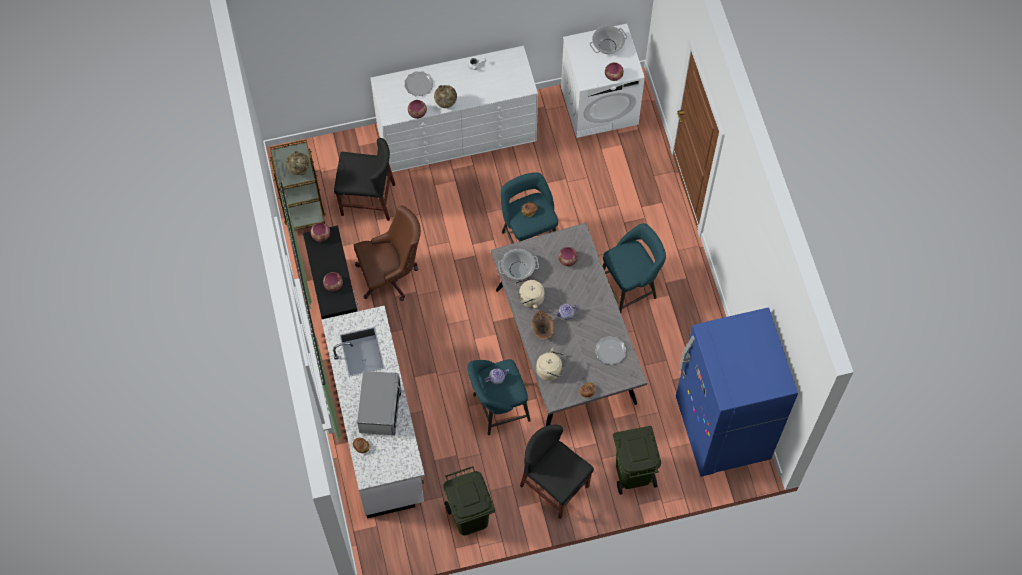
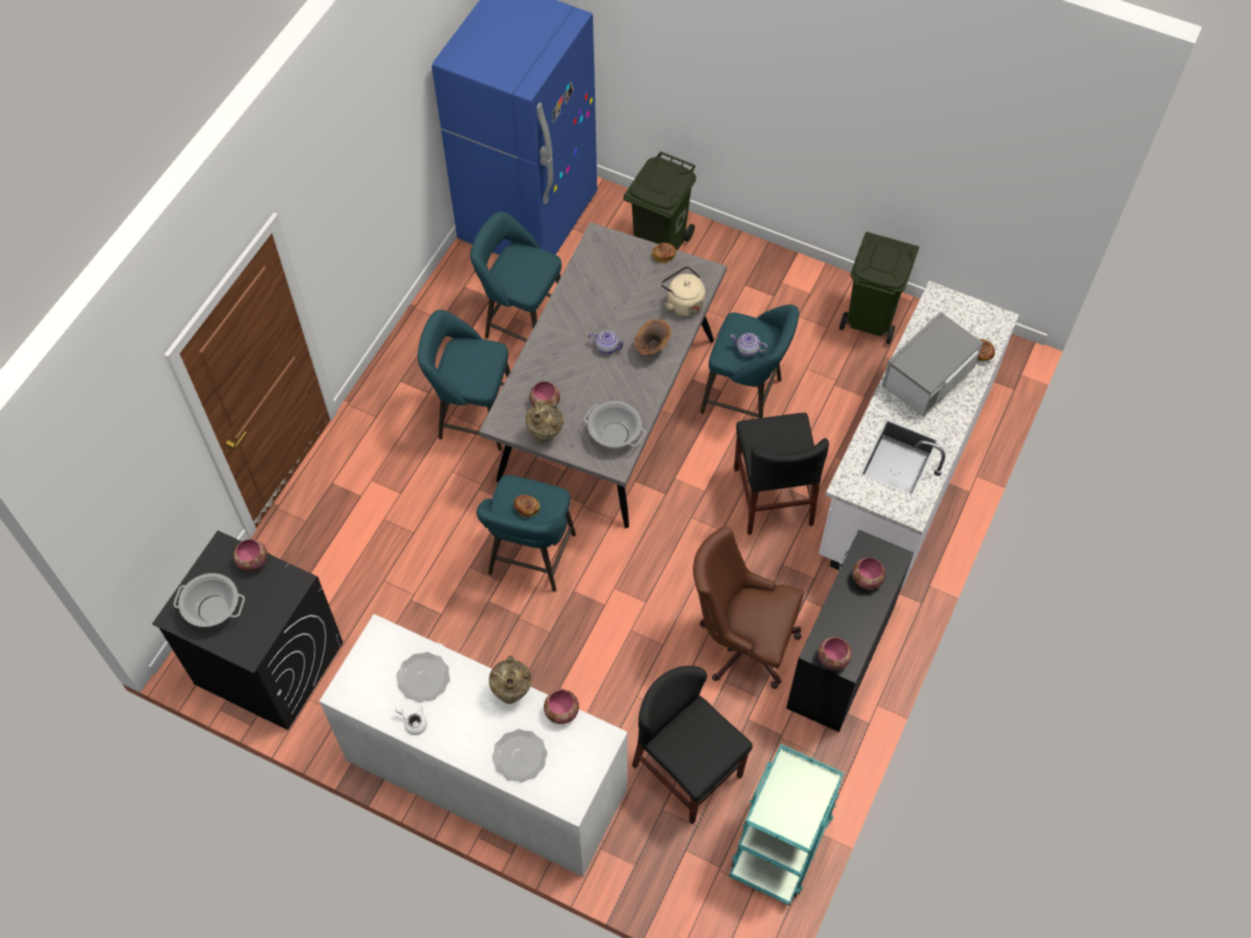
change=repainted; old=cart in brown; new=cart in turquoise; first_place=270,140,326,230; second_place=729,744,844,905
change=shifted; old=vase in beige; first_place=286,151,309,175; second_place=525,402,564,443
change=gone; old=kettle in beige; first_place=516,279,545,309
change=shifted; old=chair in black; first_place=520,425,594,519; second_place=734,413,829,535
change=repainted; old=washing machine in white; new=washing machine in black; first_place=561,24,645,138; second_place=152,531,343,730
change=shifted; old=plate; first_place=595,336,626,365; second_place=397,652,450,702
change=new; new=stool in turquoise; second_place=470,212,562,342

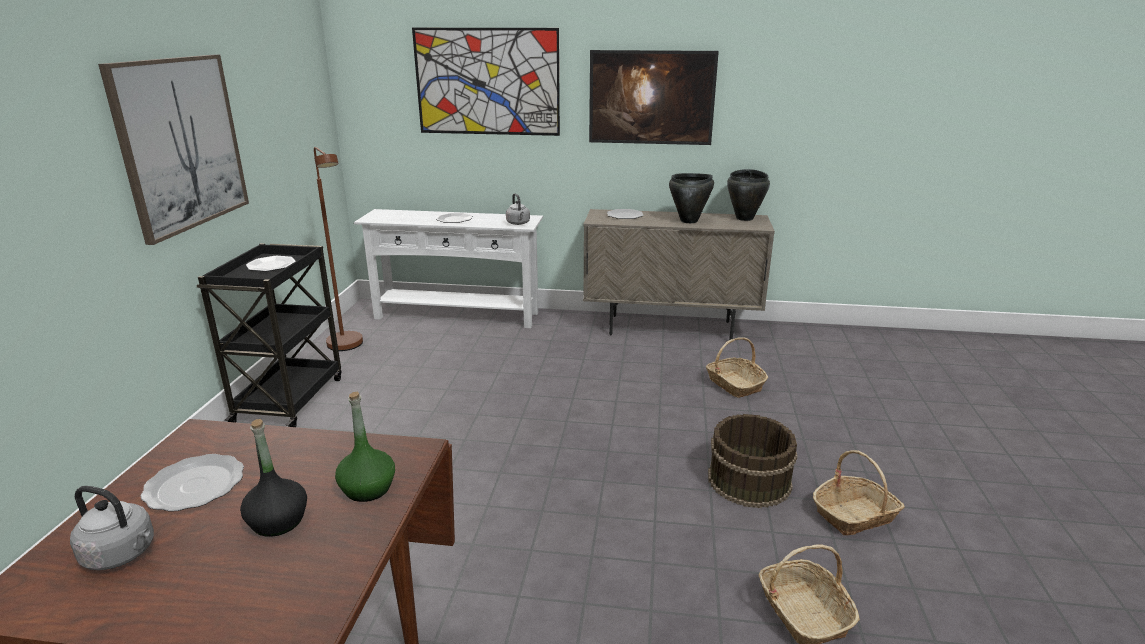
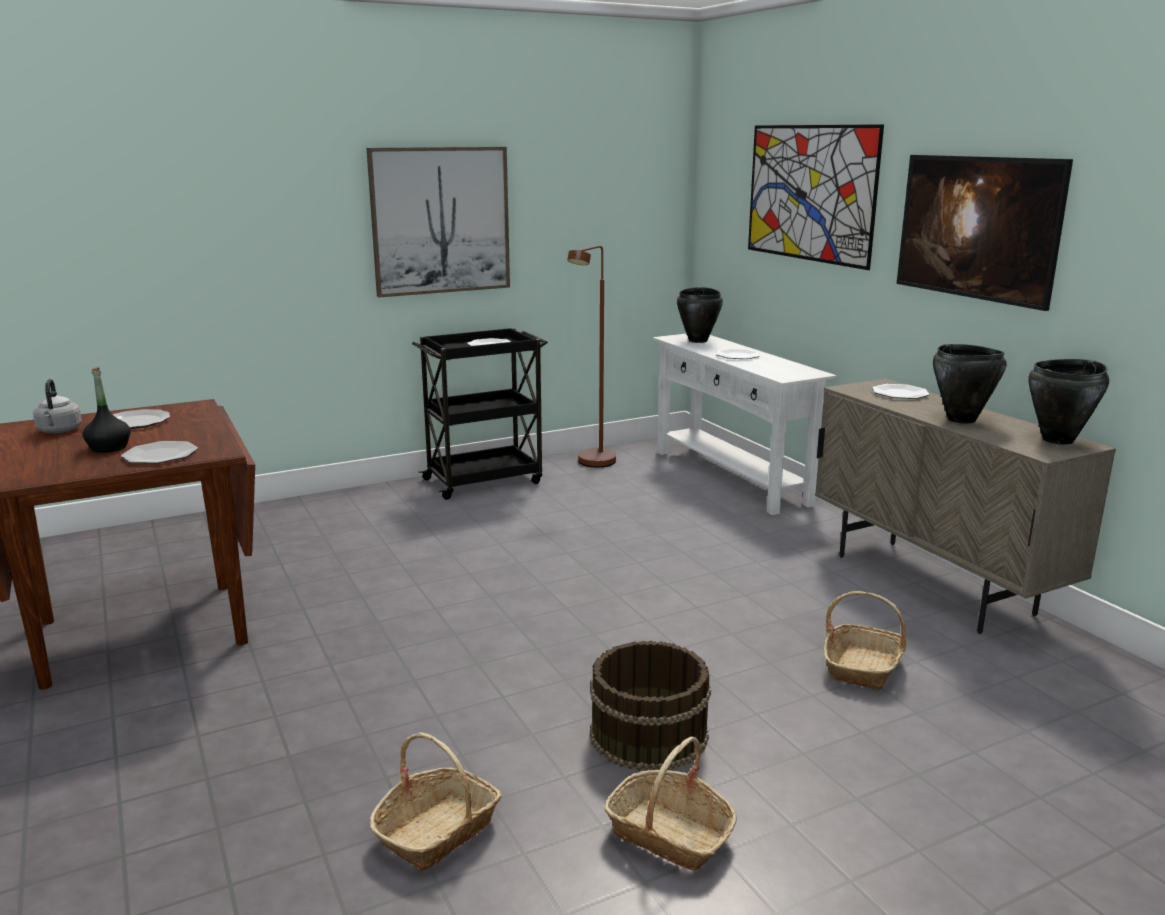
change=swapped; old=bottle in green; new=plate; first_place=335,392,395,502; second_place=121,441,198,464
change=gone; old=kettle in grey; first_place=506,193,530,225
change=new; new=cooking pot in black; second_place=677,287,723,343

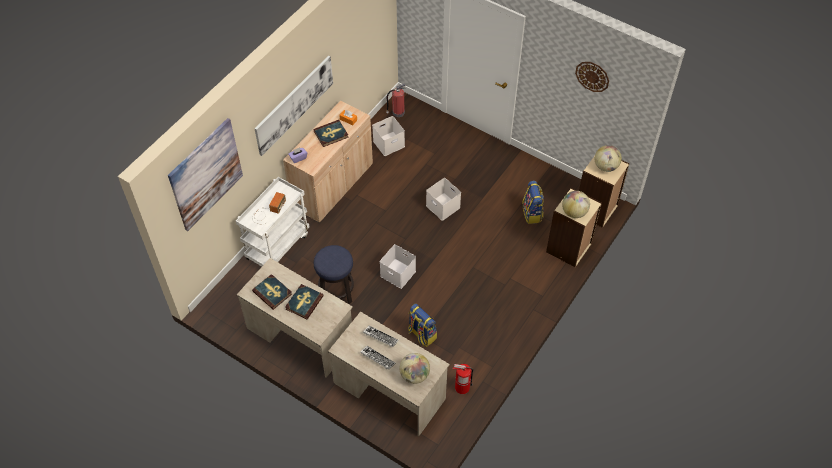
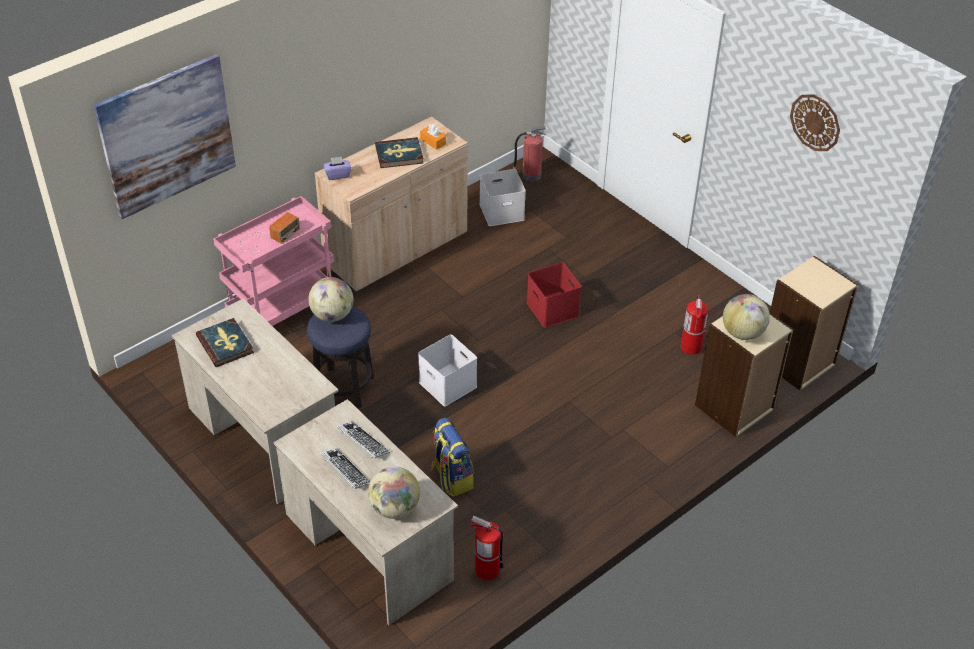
change=repainted; old=cart in white; new=cart in pink; first_place=236,177,309,266; second_place=213,196,334,326
change=gone; old=picture; first_place=254,56,333,156
change=gone; old=book; first_place=285,284,324,319
change=repainted; old=storage box in white; new=storage box in red; first_place=426,178,461,221; second_place=527,262,582,328
change=swapped; old=backpack; new=fire extinguisher; first_place=522,181,544,224; second_place=681,294,709,355
change=shifted; old=globe; first_place=595,145,622,172; second_place=308,277,353,322

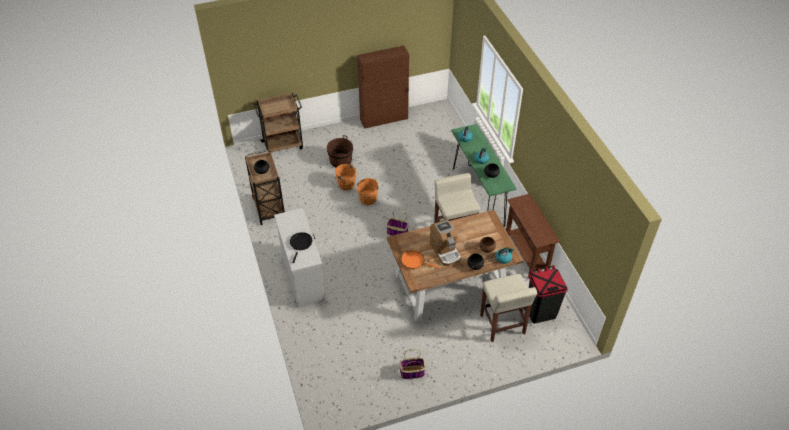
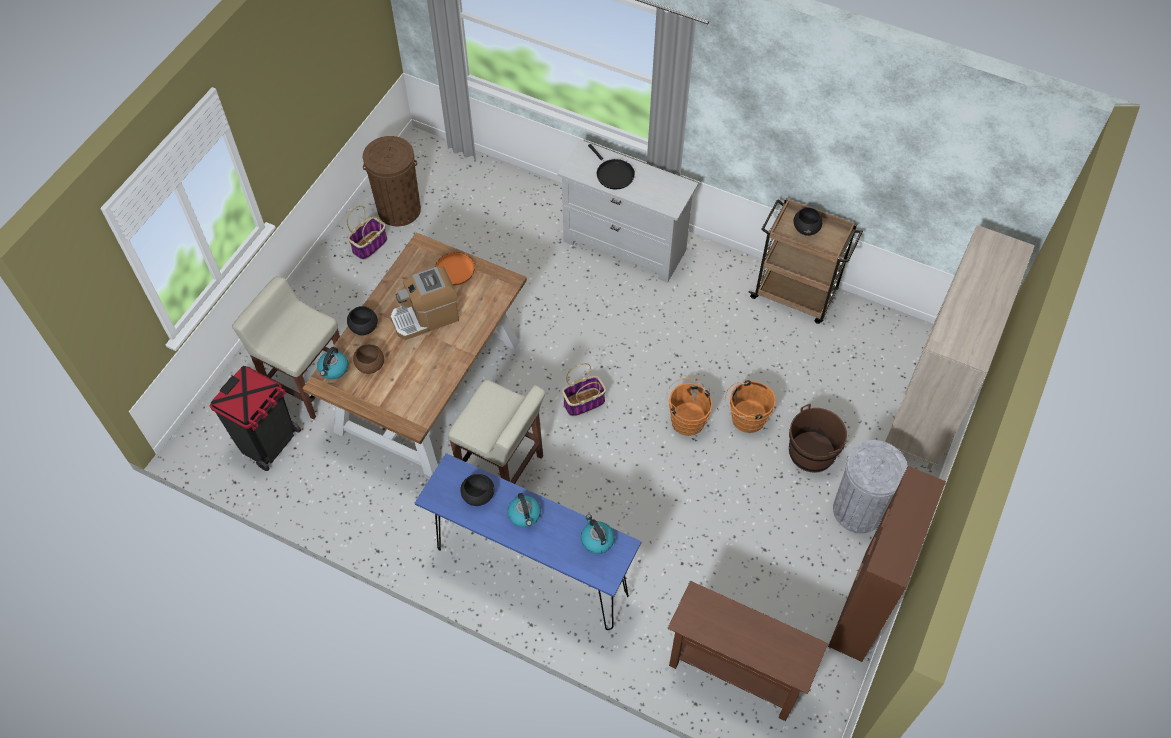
change=swapped; old=cart in brown; new=cabinet in beige; first_place=254,93,303,152; second_place=885,225,1035,470
change=rotated; old=coffee machine; first_place=430,219,461,266; second_place=390,266,459,340; degrees=-45
change=repainted; old=console table in green; new=console table in blue; first_place=451,124,517,227; second_place=415,453,641,630
change=shifted; old=console table in brown; first_place=506,194,560,278; second_place=668,581,828,721
change=new; new=trash can in brown; second_place=363,136,421,226
change=new; new=trash can in grey; second_place=833,440,908,533

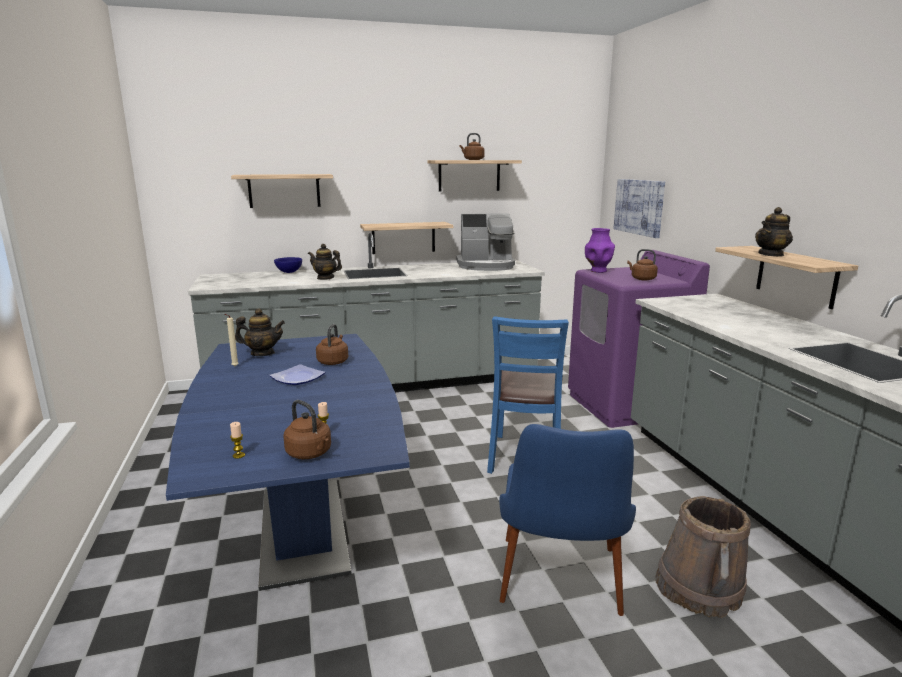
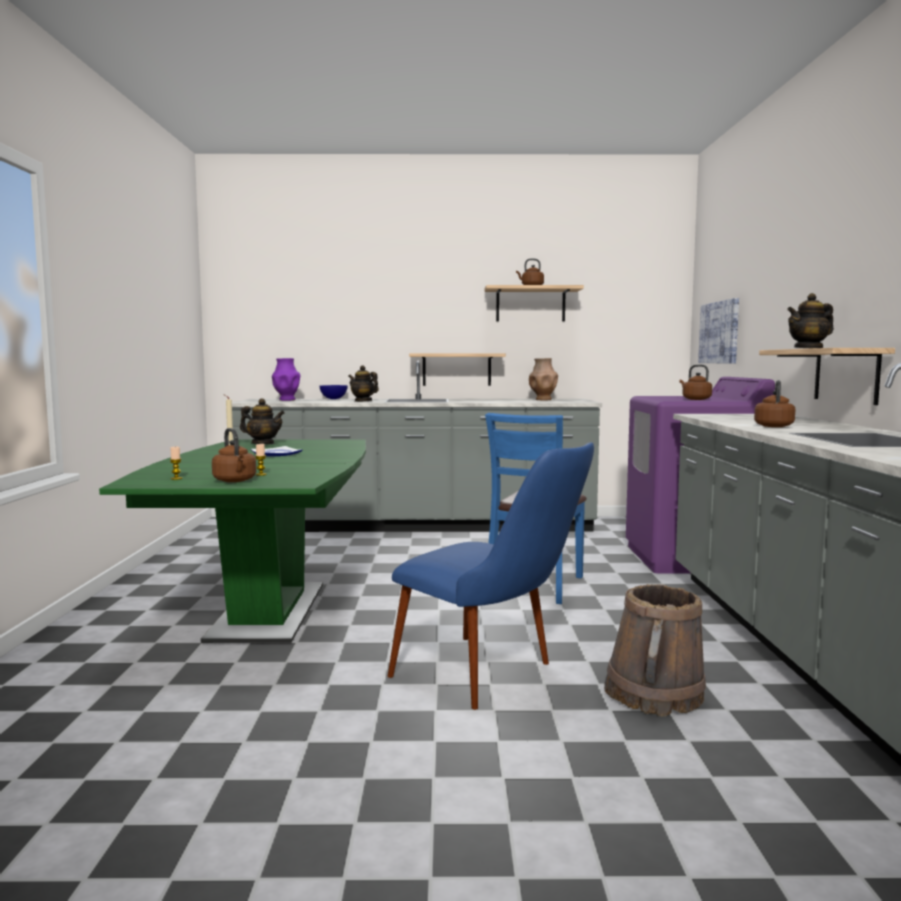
change=repainted; old=dining table in blue; new=dining table in green; first_place=166,334,410,591; second_place=99,440,366,643
change=gone; old=shelf; first_place=231,174,333,208
change=shifted; old=kettle in brown; first_place=316,324,348,365; second_place=754,380,795,427
change=swapped; old=coffee machine; new=vase in brown; first_place=456,214,515,271; second_place=529,358,558,400
change=rotated; old=chair in blue; first_place=499,424,636,616; second_place=388,442,594,710; degrees=-75
change=shifted; old=vase in purple; first_place=585,228,615,273; second_place=272,358,300,401

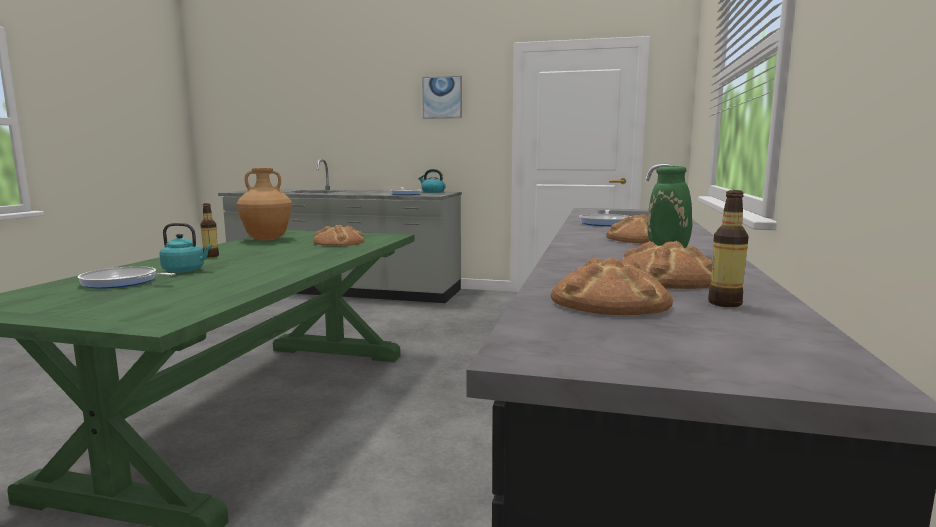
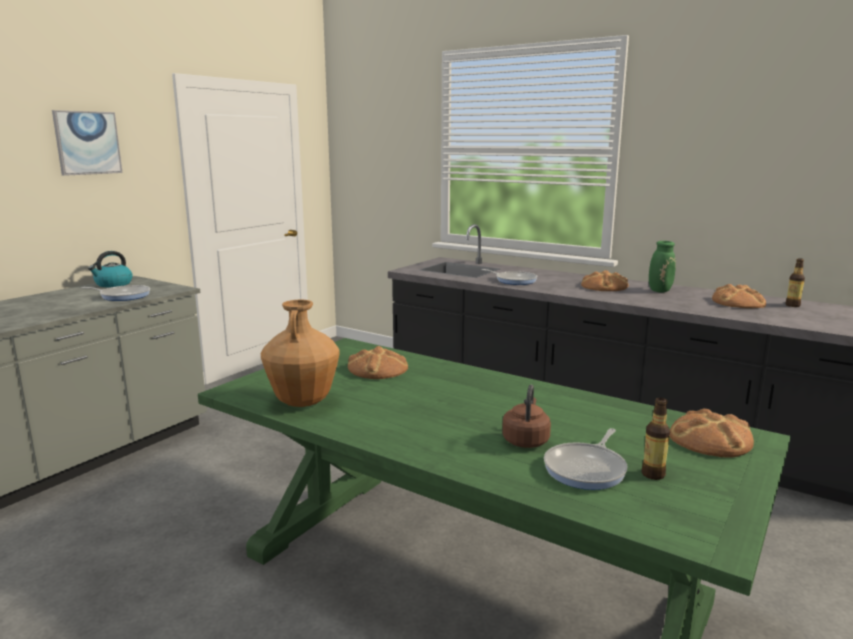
change=repainted; old=kettle in turquoise; new=kettle in brown; first_place=160,223,212,273; second_place=502,385,551,448
change=shifted; old=bottle; first_place=200,203,219,257; second_place=642,397,670,480
change=shifted; old=bread; first_place=551,258,673,315; second_place=670,408,754,458

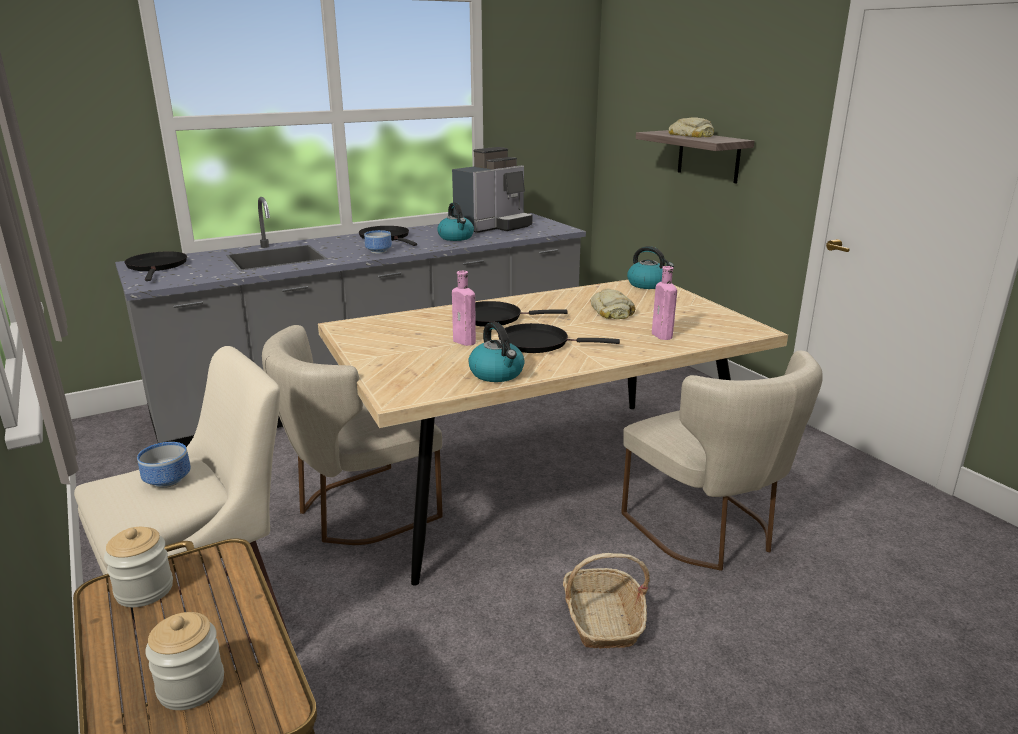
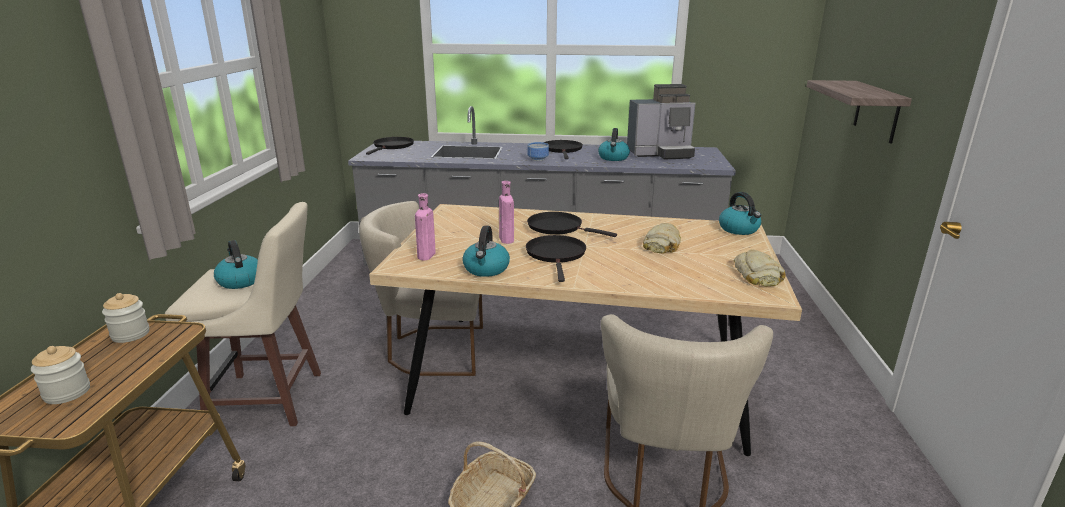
change=swapped; old=bowl; new=kettle; first_place=137,442,191,488; second_place=214,240,258,289
change=rotated; old=frying pan in black; first_place=498,323,620,353; second_place=526,235,586,282; degrees=45
change=shifted; old=bottle in pink; first_place=652,266,677,340; second_place=415,193,435,261
change=shifted; old=bread; first_place=669,117,714,138; second_place=734,250,786,286

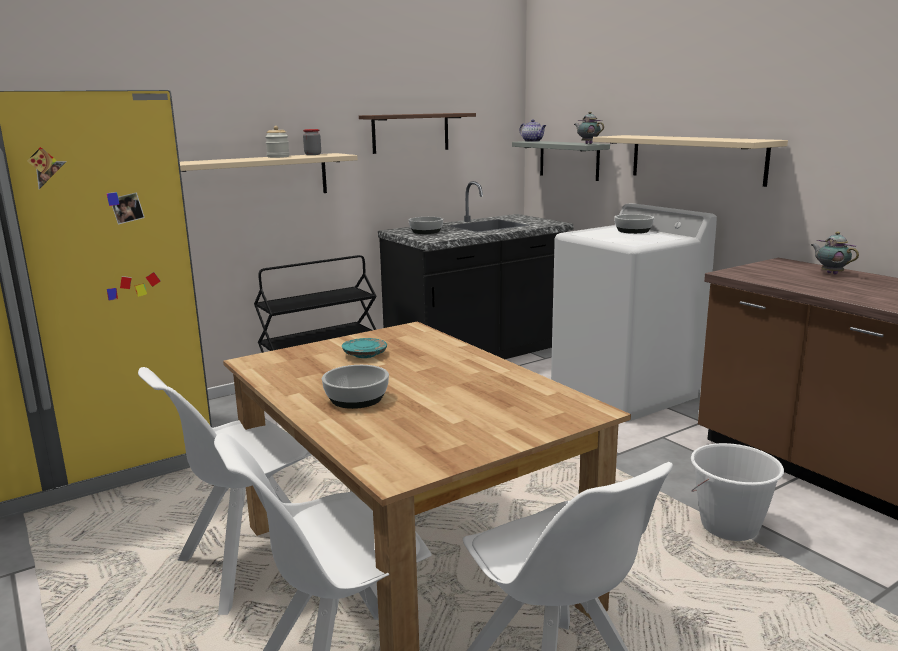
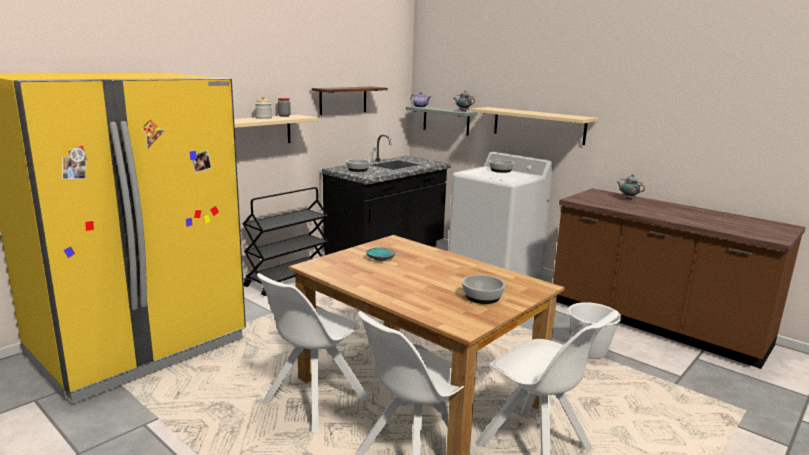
change=shifted; old=bowl; first_place=322,365,389,409; second_place=462,275,506,304

